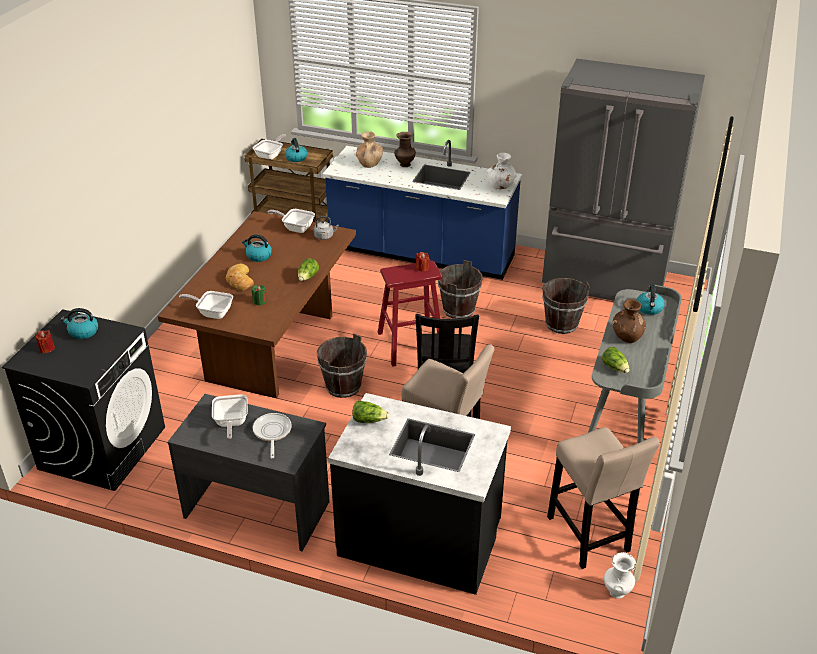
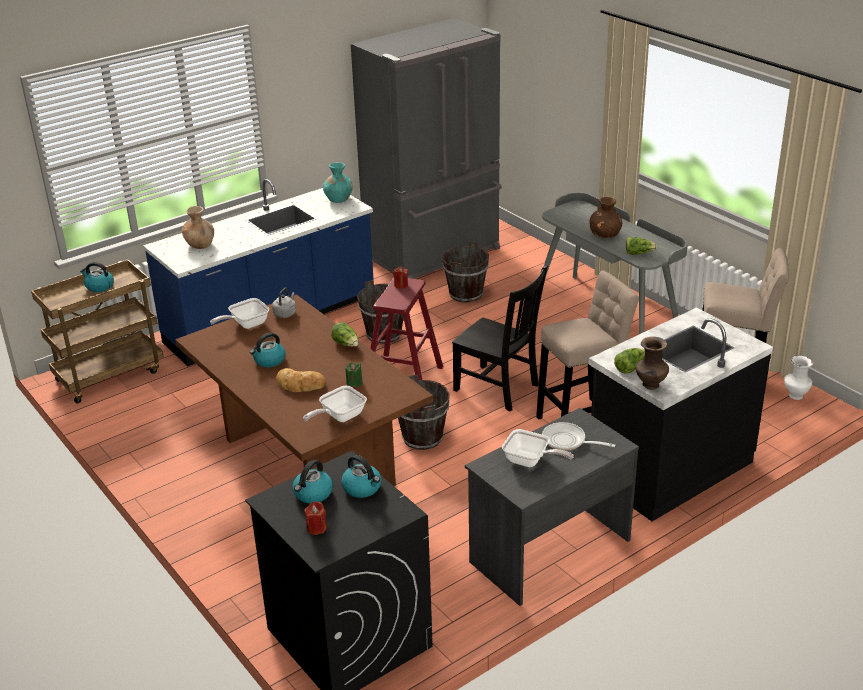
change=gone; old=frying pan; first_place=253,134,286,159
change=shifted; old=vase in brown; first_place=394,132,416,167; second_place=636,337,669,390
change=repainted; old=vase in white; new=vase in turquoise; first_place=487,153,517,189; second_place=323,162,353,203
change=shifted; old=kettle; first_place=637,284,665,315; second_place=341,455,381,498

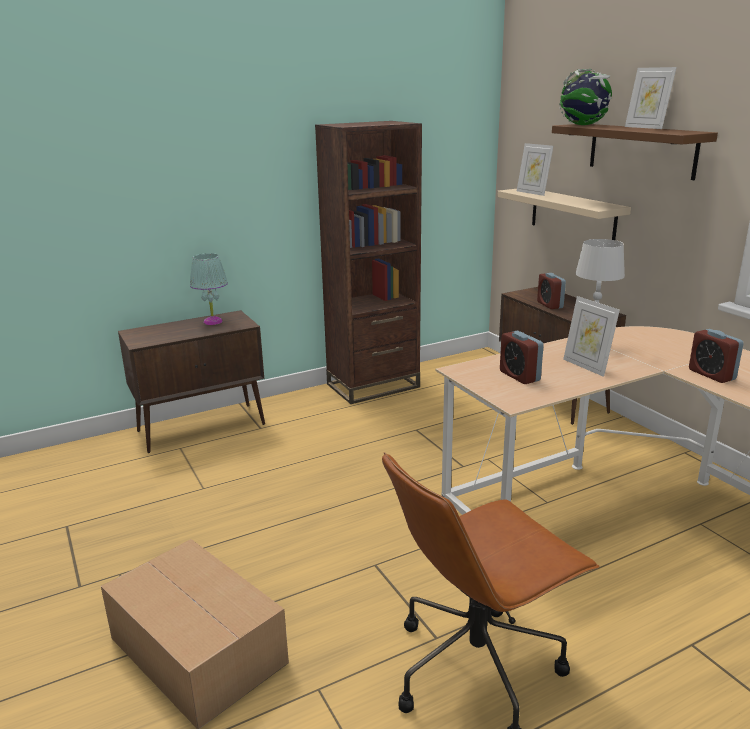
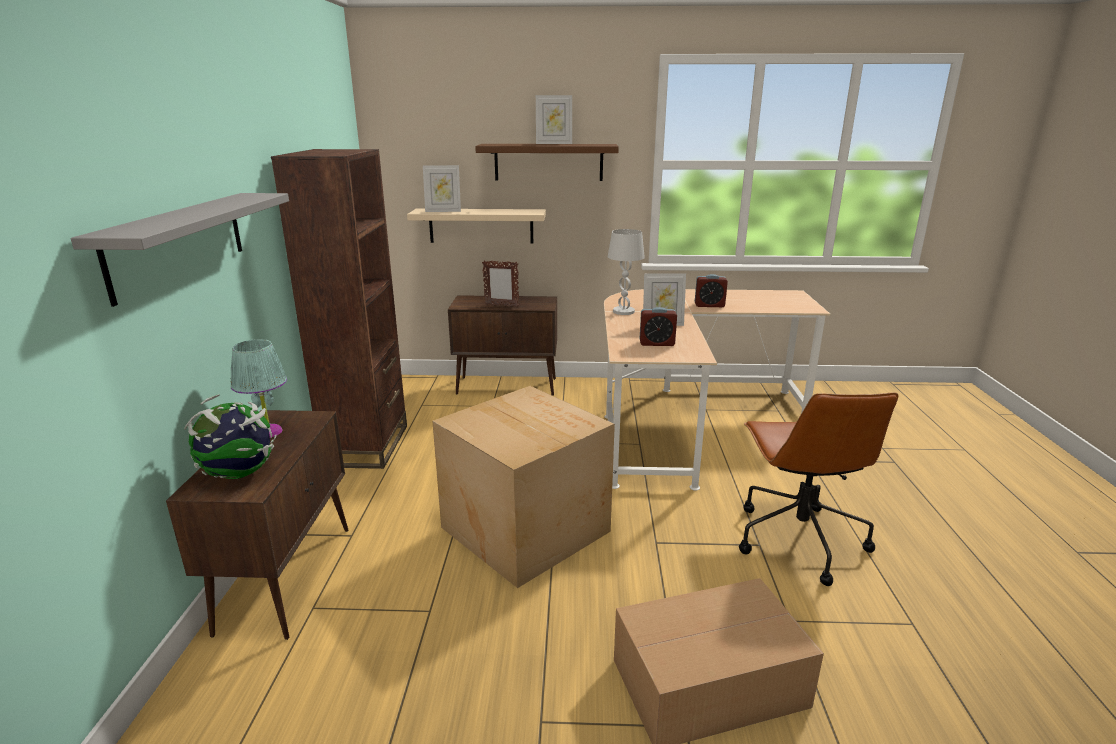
change=swapped; old=alarm clock; new=picture frame; first_place=537,273,566,309; second_place=482,261,519,307
change=shifted; old=globe; first_place=559,69,612,125; second_place=184,394,277,479
change=new; new=shelf in grey; second_place=71,193,289,307
change=new; new=cardboard box; second_place=432,386,615,588

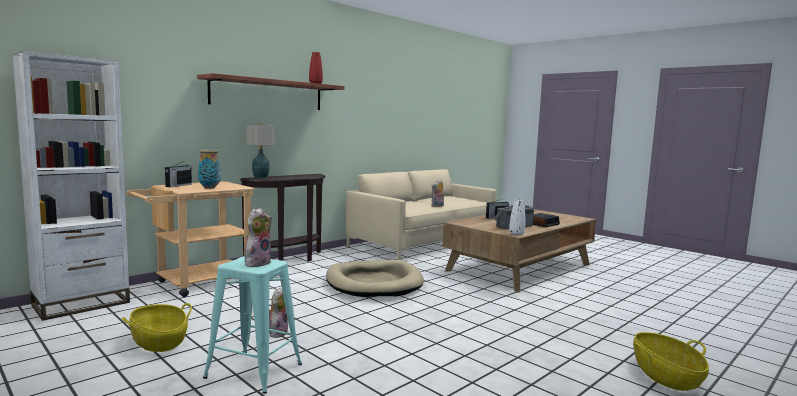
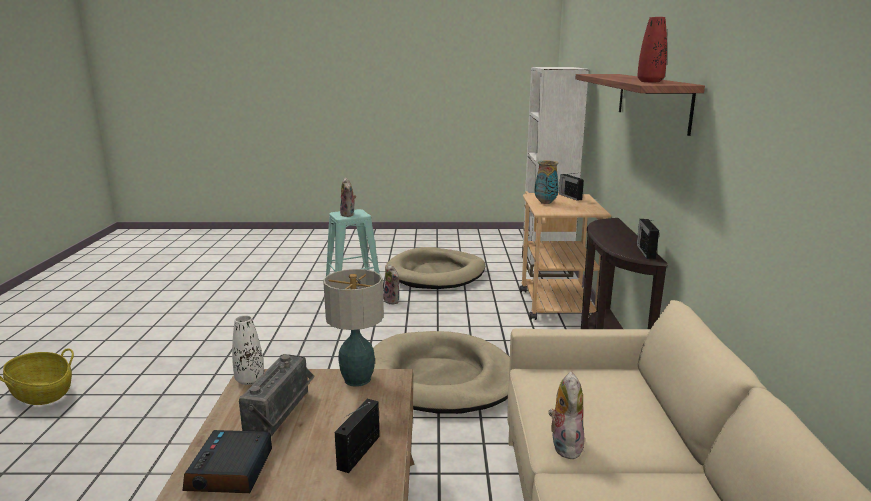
change=swapped; old=basket; new=dog bed in beige; first_place=122,303,192,352; second_place=385,247,485,289
change=shifted; old=table lamp; first_place=247,123,275,179; second_place=323,269,384,387
change=new; new=radio; second_place=637,219,659,259

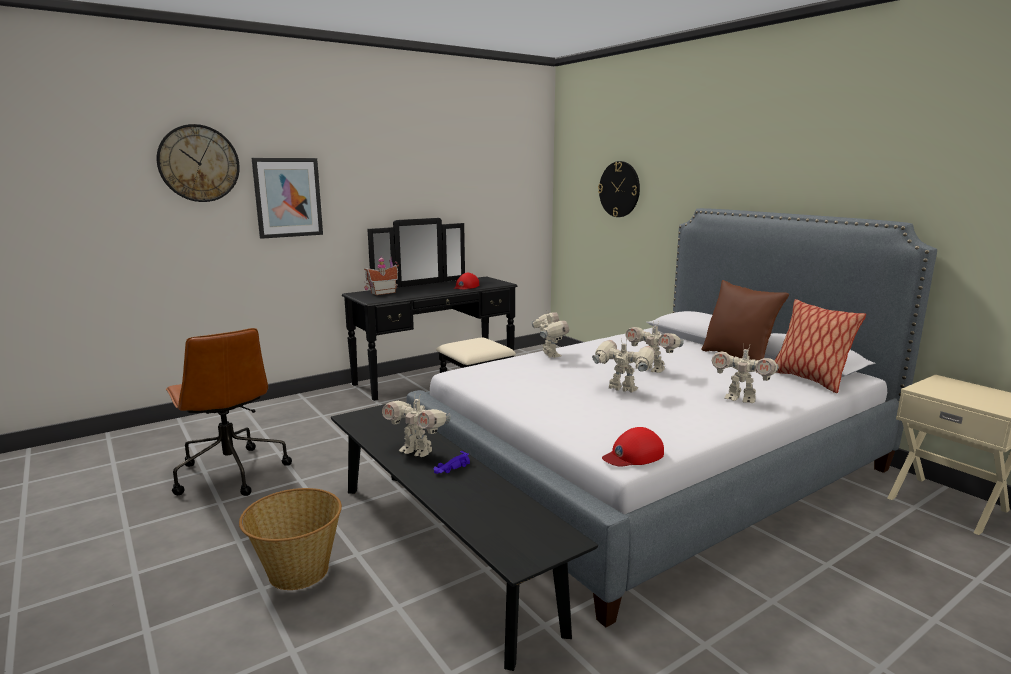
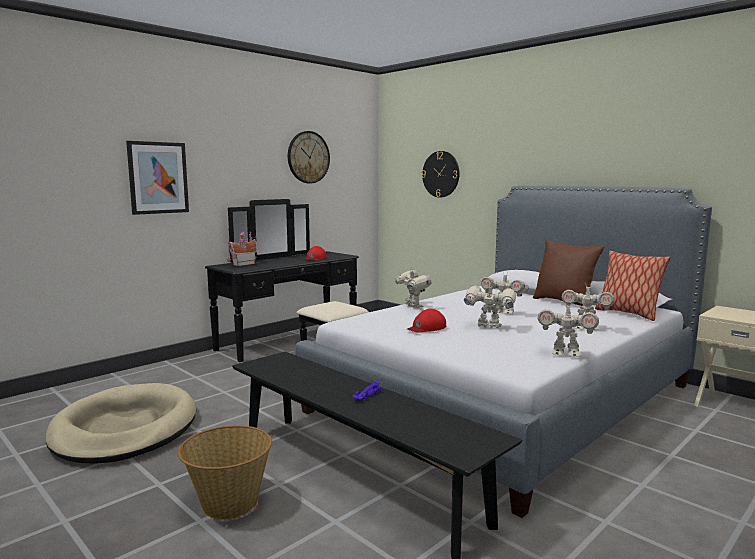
change=shifted; old=wall clock; first_place=157,124,240,202; second_place=288,131,330,183
change=swapped; old=office chair in brown; new=dog bed in beige; first_place=166,328,292,496; second_place=45,383,196,464
change=shifted; old=toy robot; first_place=382,397,451,457; second_place=538,300,599,357
change=shifted; old=cap in red; first_place=602,427,664,467; second_place=407,309,446,332

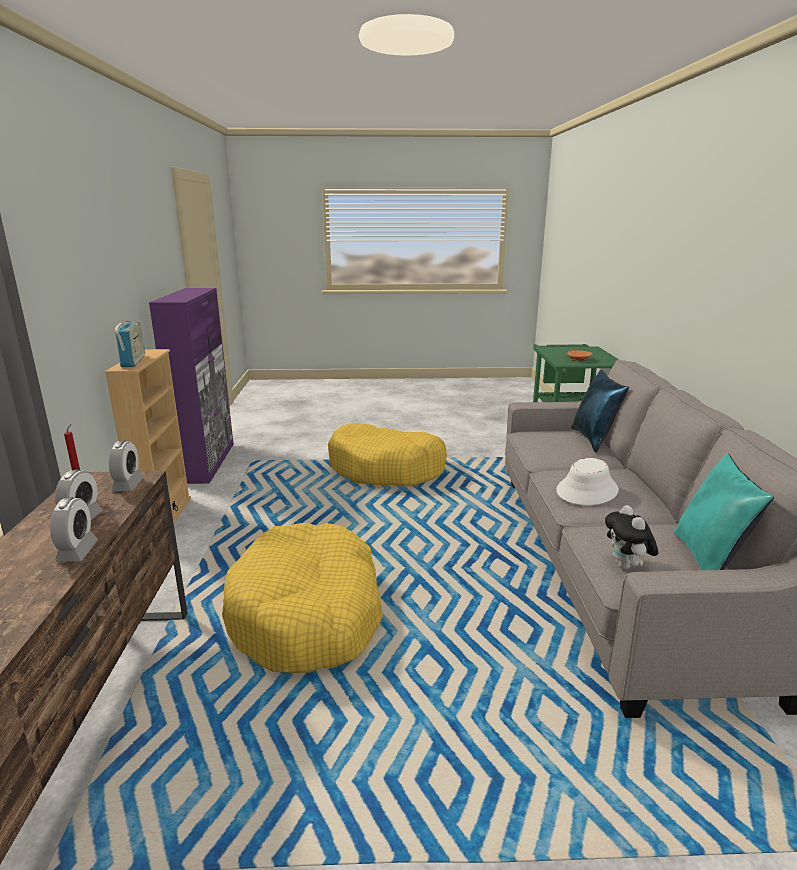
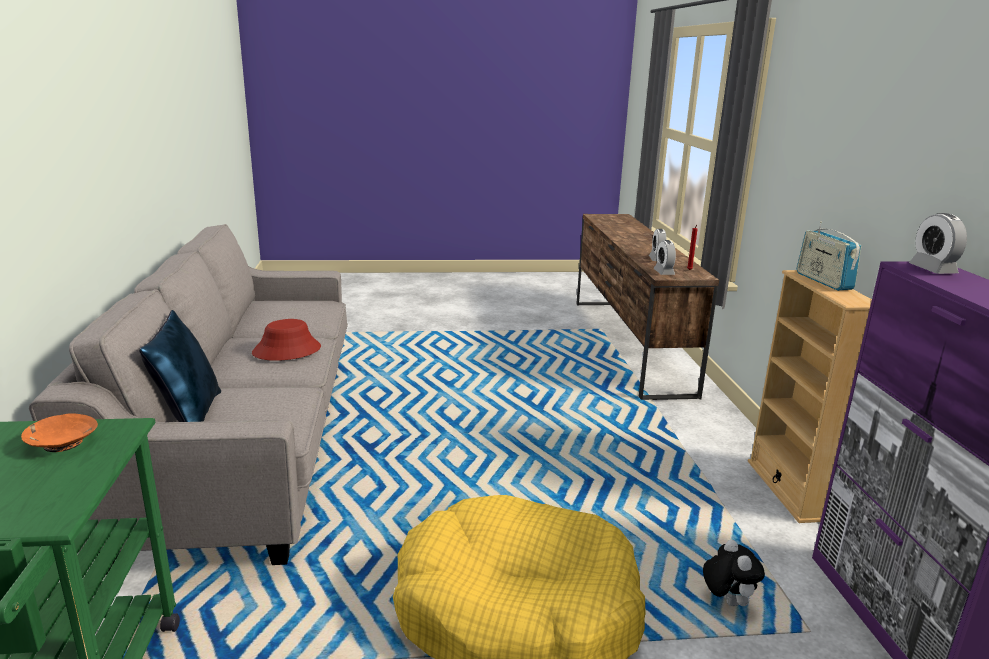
change=shifted; old=alarm clock; first_place=50,497,98,562; second_place=909,213,967,274
change=gone; old=dog bed in yellow; first_place=222,523,383,673
change=repainted; old=hat in white; new=hat in red; first_place=556,458,619,505; second_place=252,319,321,361
change=shifted; old=plush toy; first_place=605,505,658,569; second_place=703,540,765,606
change=gone; old=pillow in turquoise; first_place=673,453,774,571

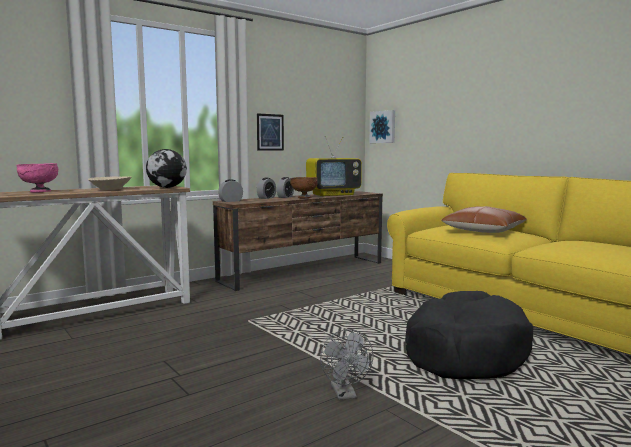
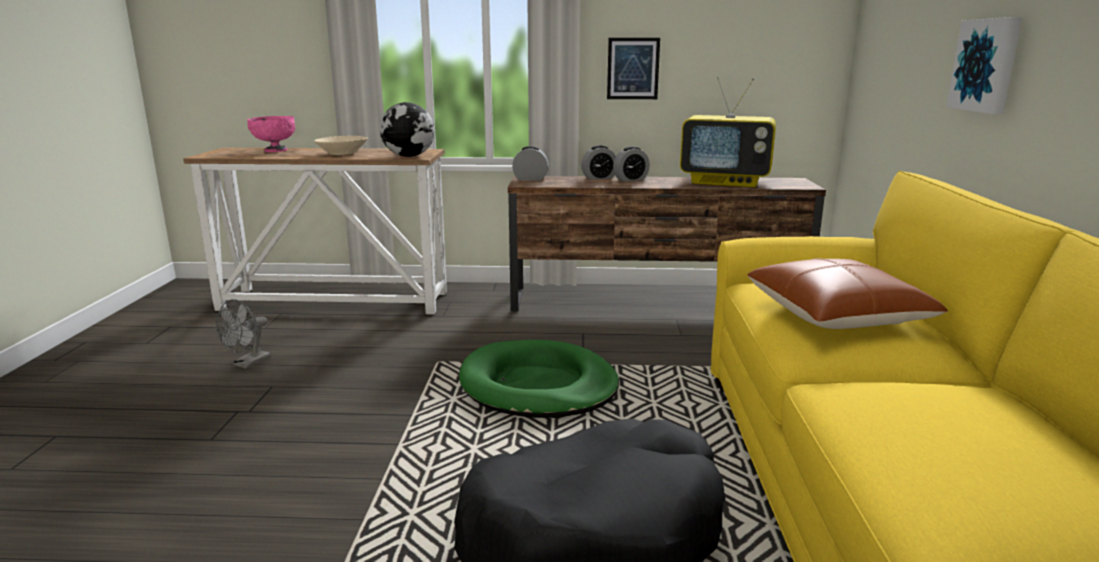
change=gone; old=bowl in brown; first_place=290,177,317,198
change=shifted; old=fan in grey; first_place=320,329,373,400; second_place=216,299,271,369
change=shifted; old=picture; first_place=369,110,395,143; second_place=946,17,1022,114
change=new; new=dog bed in green; second_place=459,340,619,418

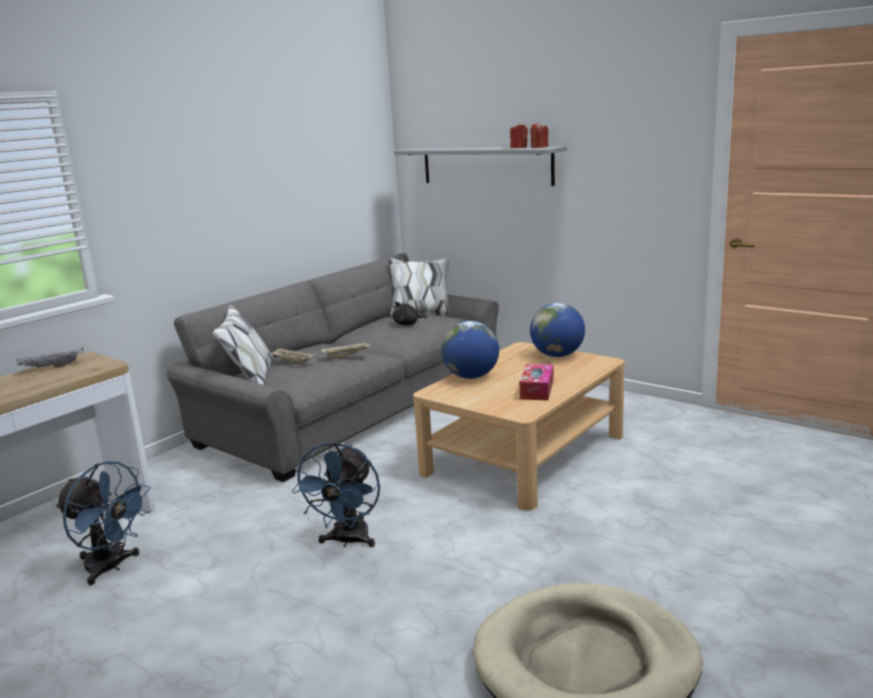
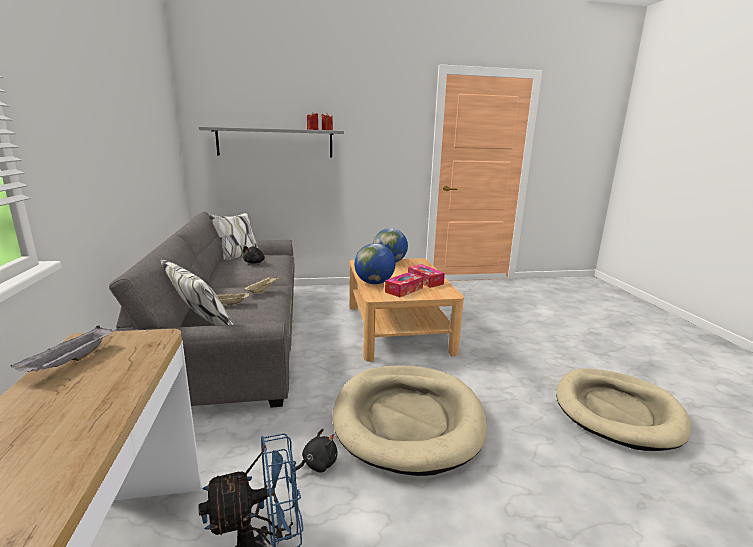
change=swapped; old=fan in blue; new=dog bed in beige; first_place=292,442,380,547; second_place=333,366,487,476
change=new; new=plush toy in black; second_place=295,429,337,473
change=new; new=tissue box; second_place=385,272,423,297

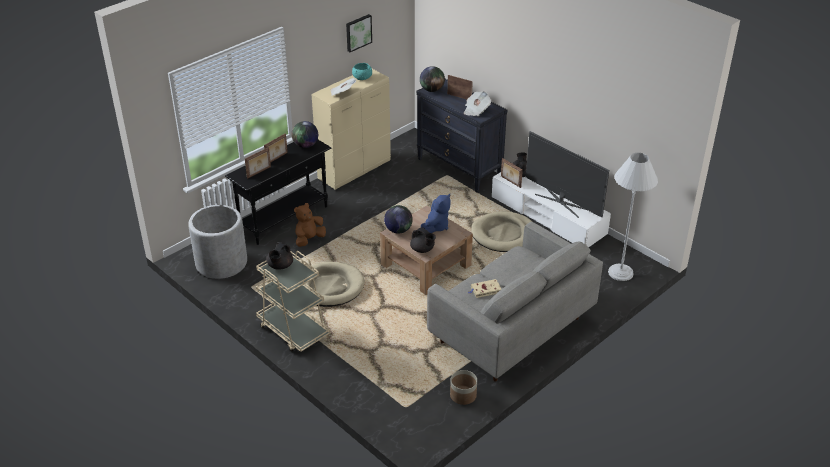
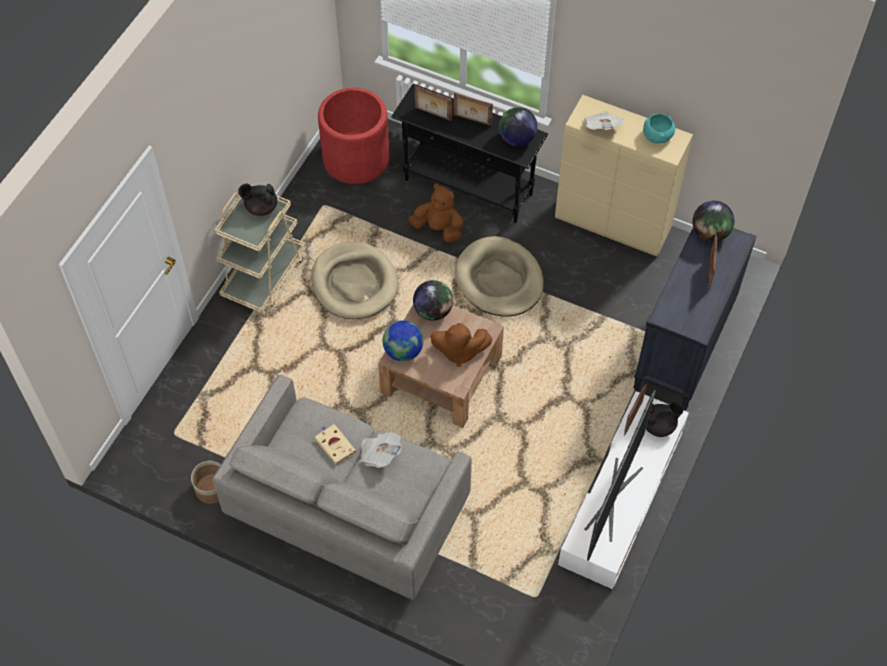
change=repainted; old=planter in grey; new=planter in red; first_place=188,205,247,279; second_place=318,88,389,184
change=gone; old=picture; first_place=346,14,372,52
change=swapped; old=teapot in black; new=globe; first_place=410,227,436,253; second_place=382,320,423,361
change=repainted; old=plush toy in blue; new=plush toy in brown; first_place=421,194,451,233; second_place=430,323,492,367
change=shifted; old=newspaper; first_place=464,91,491,116; second_place=360,431,402,468
change=shifted; old=dog bed in beige; first_place=471,211,532,252; second_place=455,236,544,317
change=gone; old=floor lamp in white; first_place=608,153,658,281

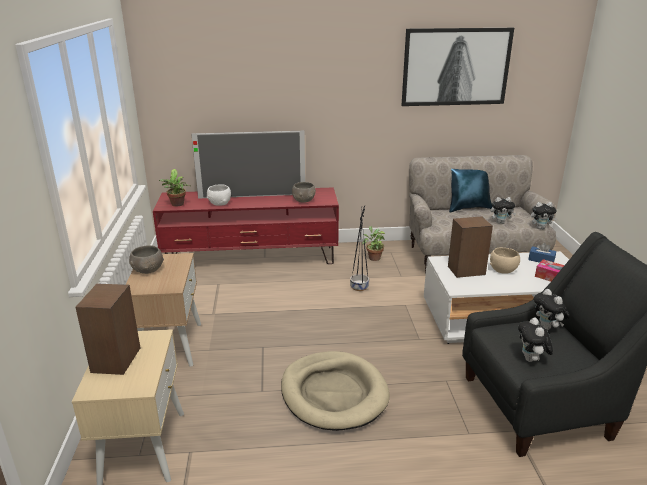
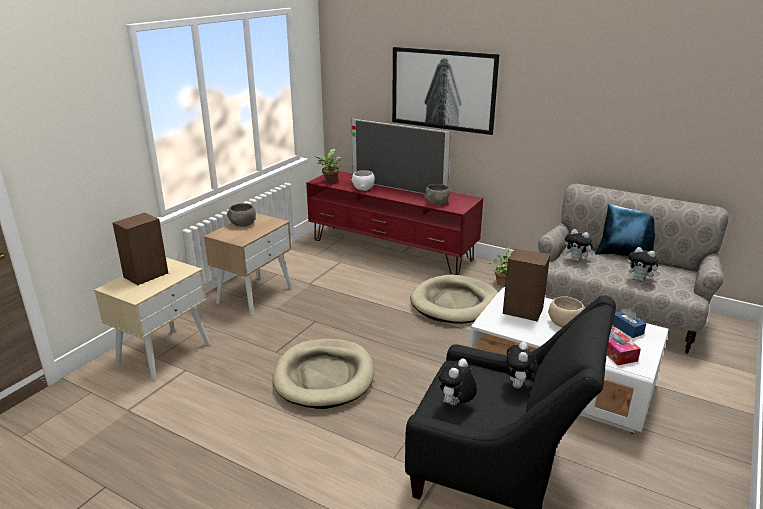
change=swapped; old=planter in black; new=dog bed in beige; first_place=350,205,369,291; second_place=410,275,498,323
change=shifted; old=picture; first_place=401,28,514,106; second_place=392,47,499,135
change=shifted; old=plush toy; first_place=531,202,557,229; second_place=565,229,594,262

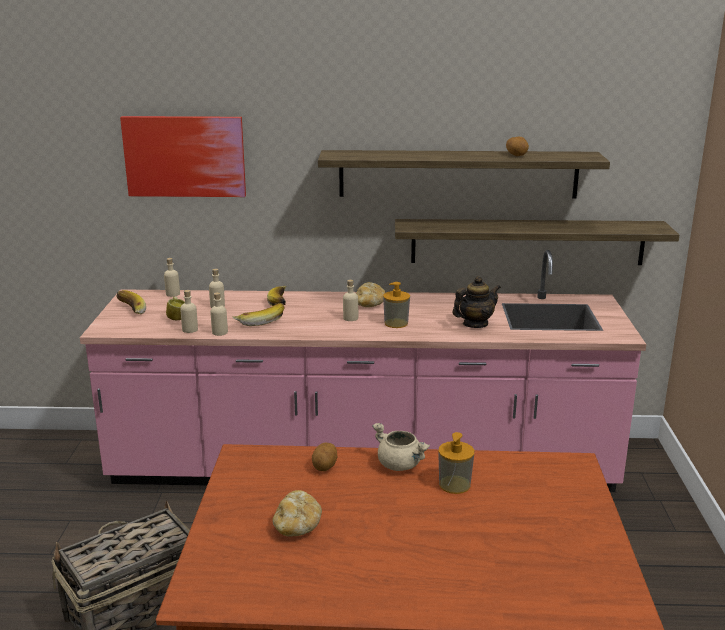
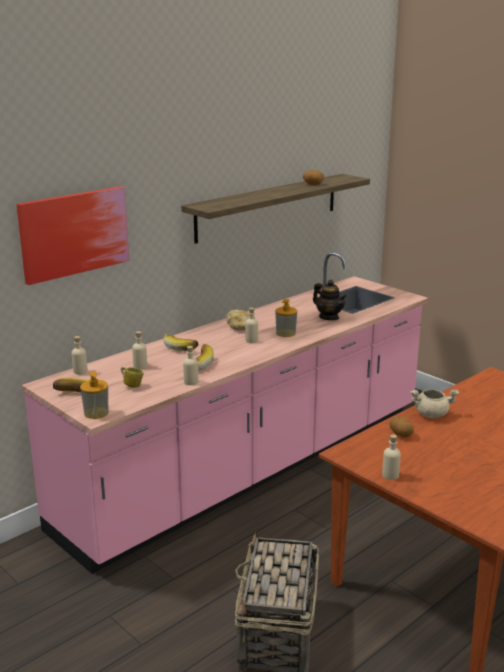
change=shifted; old=bottle in beige; first_place=180,290,198,333; second_place=382,434,401,480
change=gone; old=bread; first_place=272,490,322,536
change=gone; old=shelf; first_place=395,219,679,265
change=shifted; old=soap dispenser; first_place=438,432,474,494; second_place=80,372,108,419
change=rotated; old=teapot; first_place=452,276,501,328; second_place=313,280,347,320; degrees=120

